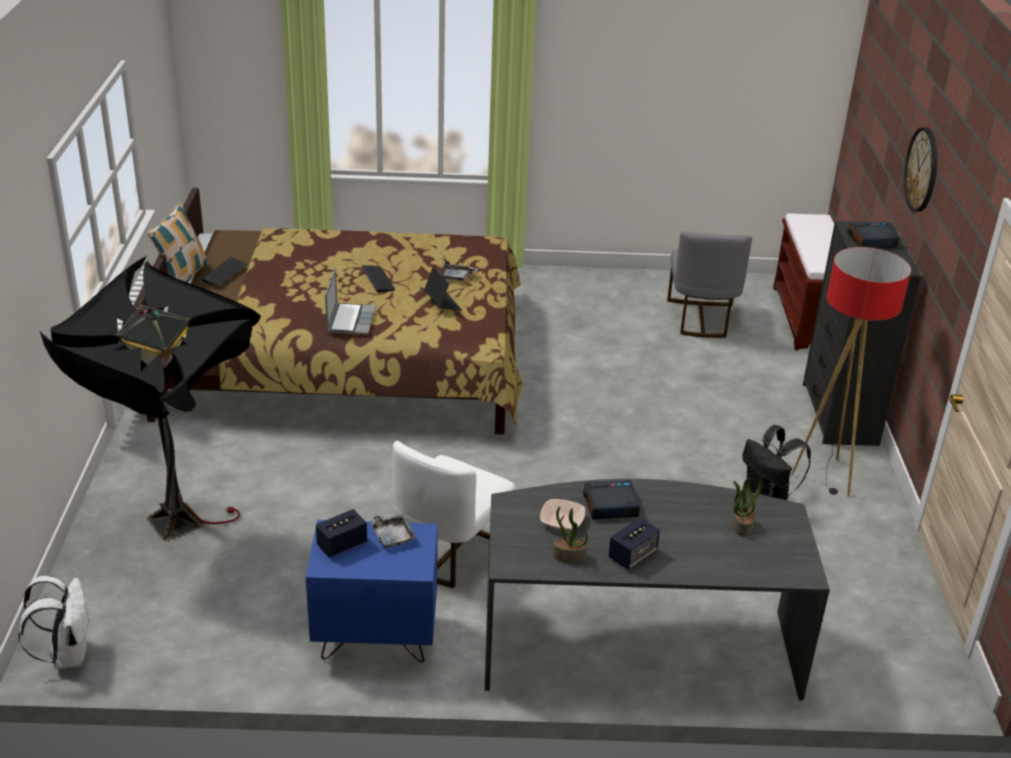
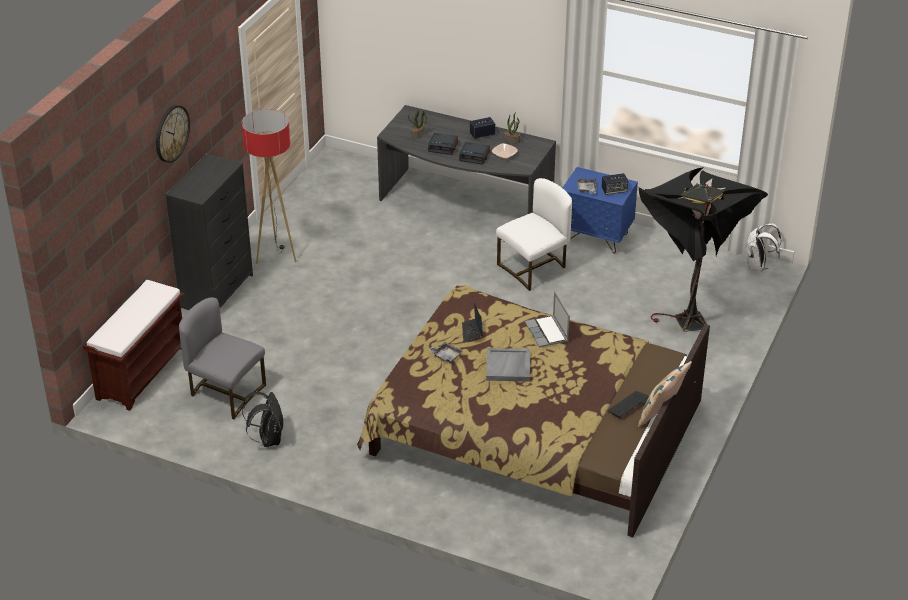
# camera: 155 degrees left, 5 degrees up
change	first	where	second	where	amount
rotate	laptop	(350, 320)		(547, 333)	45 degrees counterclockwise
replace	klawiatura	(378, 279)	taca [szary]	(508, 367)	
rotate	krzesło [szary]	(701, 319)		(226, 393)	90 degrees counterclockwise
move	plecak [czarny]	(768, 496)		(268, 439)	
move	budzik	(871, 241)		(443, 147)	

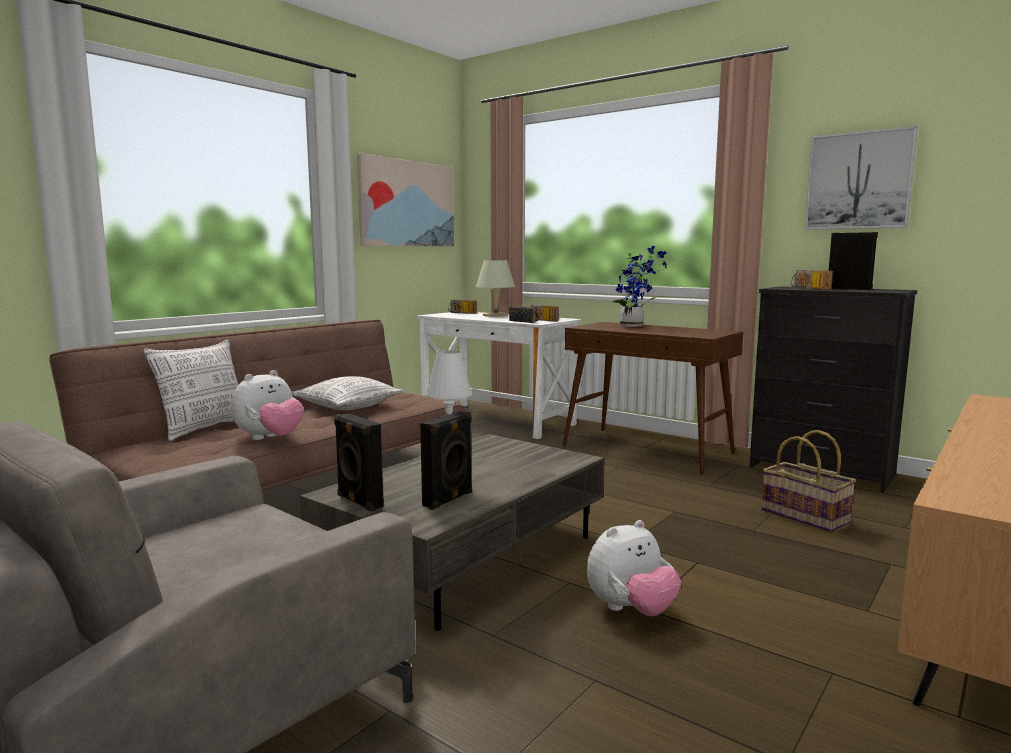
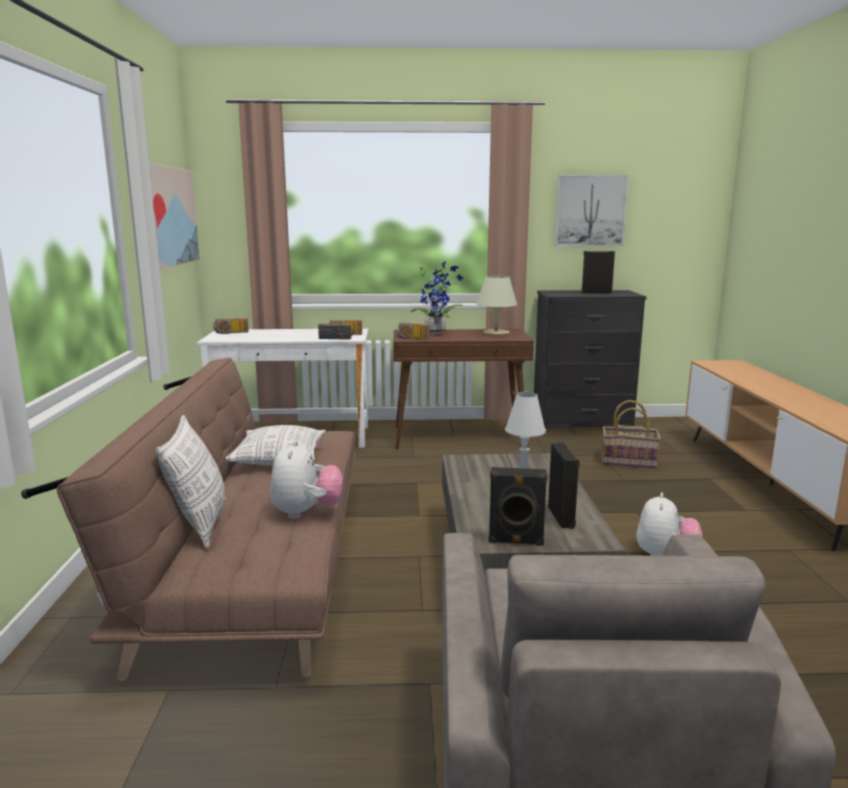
# camera: 40 degrees left, 5 degrees up
change	first	where	second	where	amount
move	lampa stołowa [beżowy]	(495, 315)		(495, 333)	
move	radio	(808, 288)		(411, 338)	

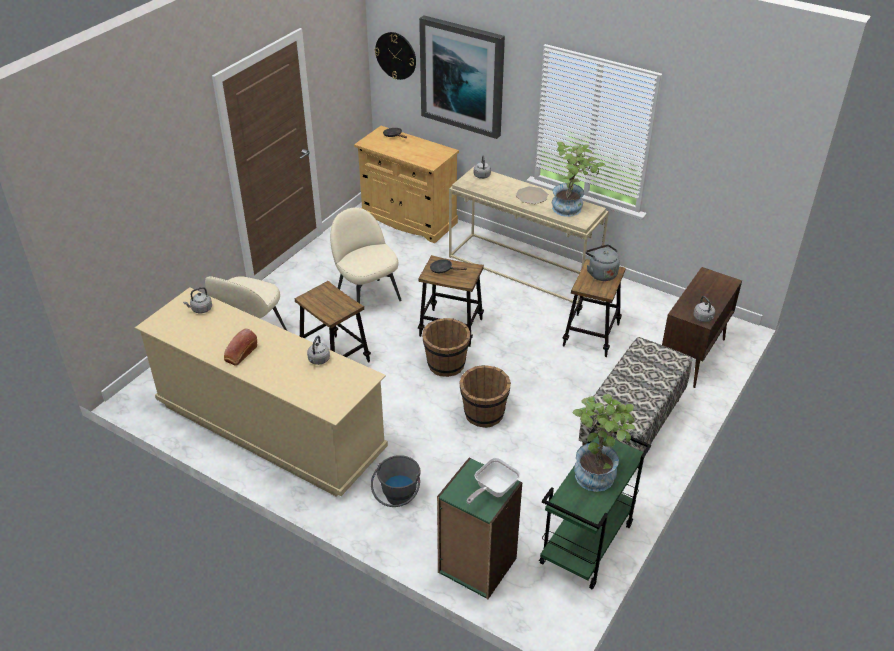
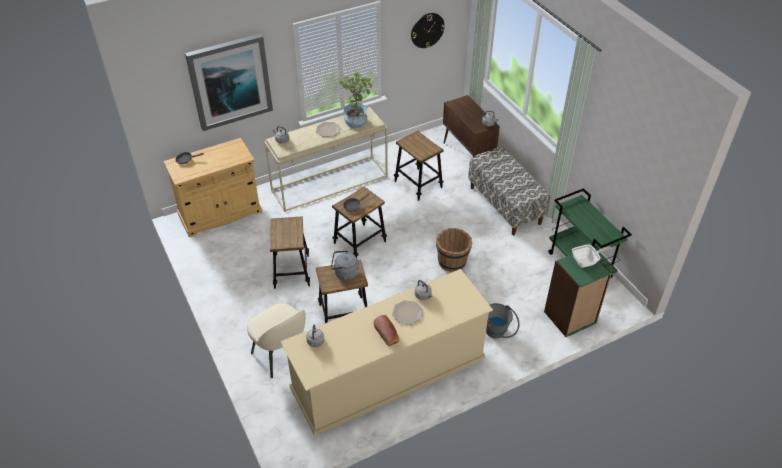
# camera: 60 degrees left, 5 degrees up
change	first	where	second	where	amount
replace	krzesło [beżowy]	(367, 298)	stołek	(291, 272)	
move	zegar ścienny	(396, 55)		(427, 30)	
delete	wiadro [brązowy]	(446, 365)			
rotate	patelnia	(493, 490)		(587, 261)	90 degrees counterclockwise
delete	roślina doniczkowa	(597, 472)			
move	czajnik [szary]	(601, 273)		(344, 273)	
insert			talerz	(408, 313)	

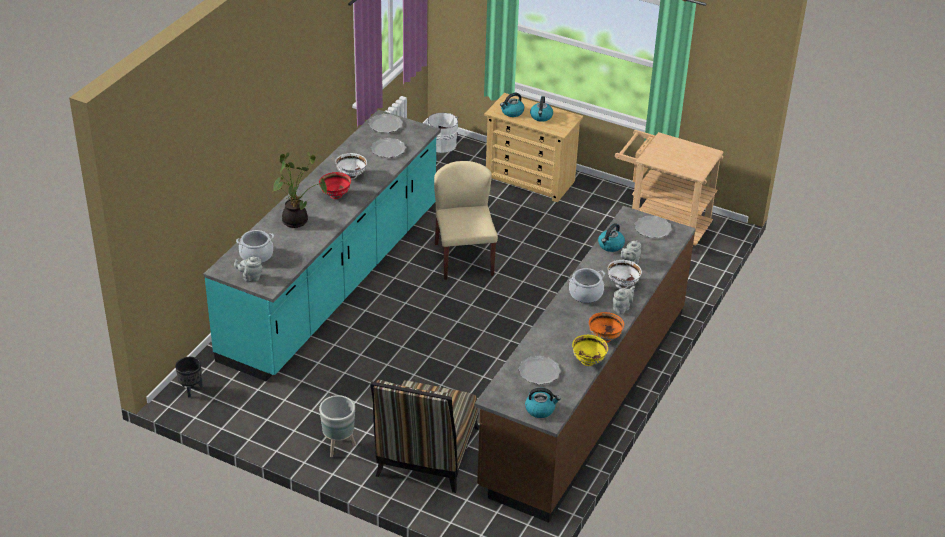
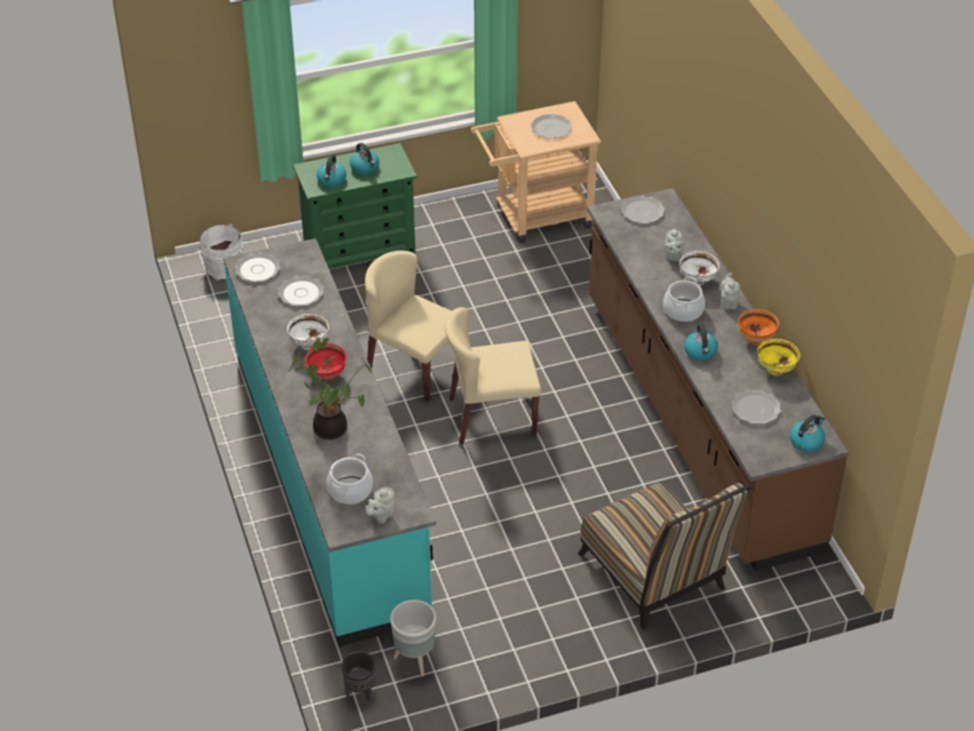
# camera: 45 degrees left, 5 degrees up
change	first	where	second	where	amount
move	donica [szary]	(338, 446)		(414, 660)	
recolor	komoda [beżowy]	(530, 180)	komoda [zielony]	(360, 248)	
move	czajnik	(610, 246)		(700, 352)	
insert			krzesło [beżowy]	(491, 416)	
insert			talerz	(551, 128)	

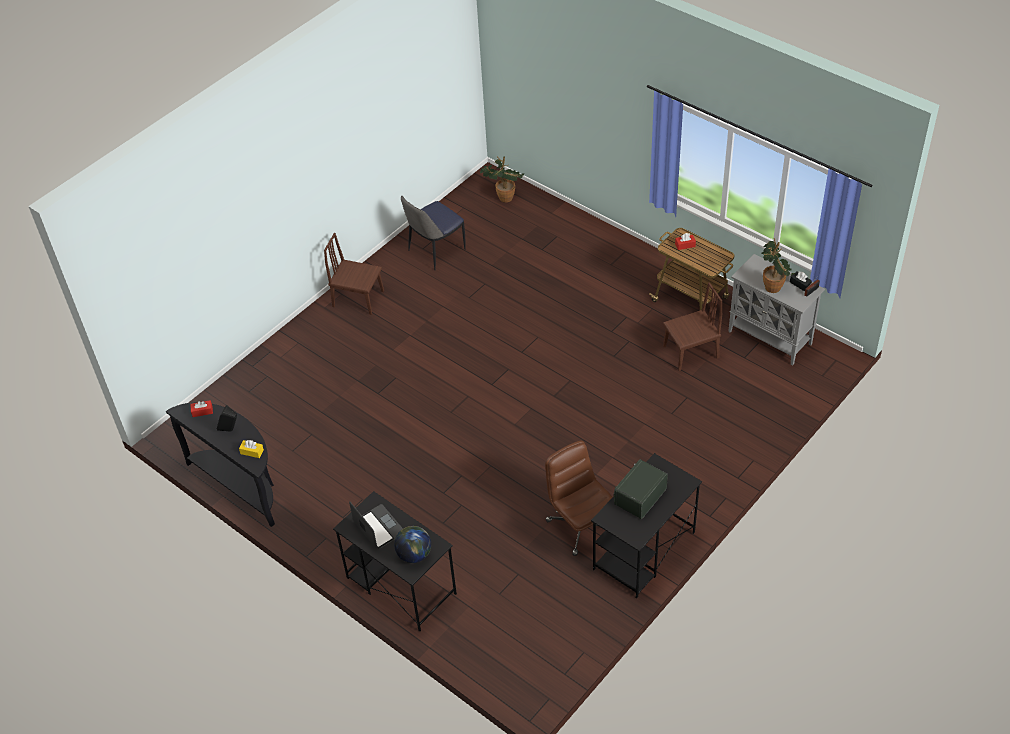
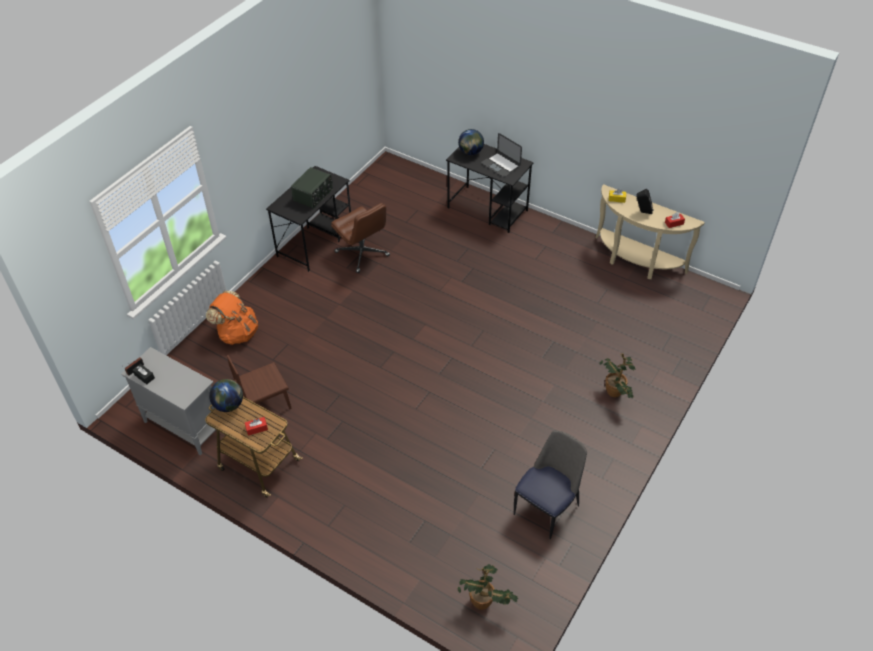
# camera: 170 degrees right, 0 degrees up
change	first	where	second	where	amount
recolor	stolik konsolowy [czarny]	(241, 484)	stolik konsolowy [beżowy]	(636, 261)	
delete	krzesło [brązowy]	(358, 299)			
move	roślina doniczkowa	(772, 284)		(614, 395)	
insert			plecak [pomarańczowy]	(237, 333)	
insert			globus	(229, 405)	

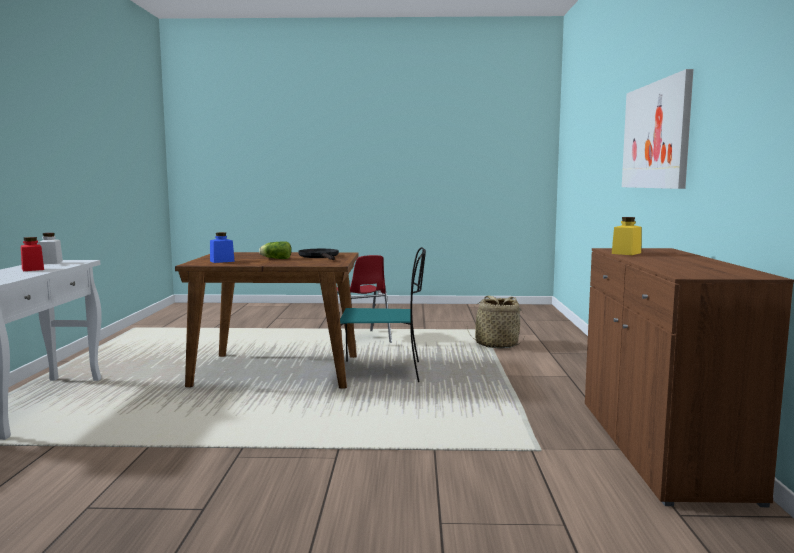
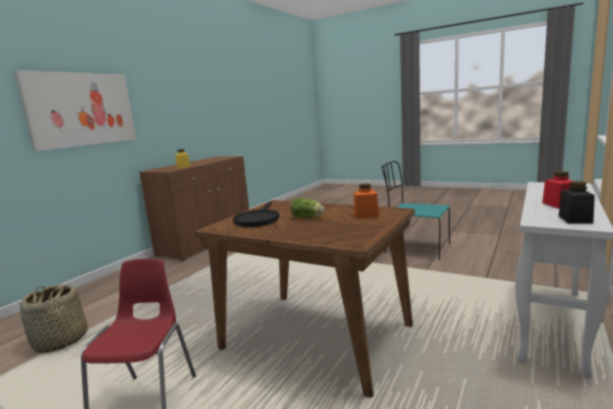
# camera: 150 degrees left, 5 degrees up
change	first	where	second	where	amount
recolor	słoik [biały]	(51, 262)	słoik [czarny]	(575, 219)	
recolor	słoik [niebieski]	(222, 261)	słoik [pomarańczowy]	(366, 215)	
move	krzesło [turkusowy]	(383, 372)		(415, 248)	

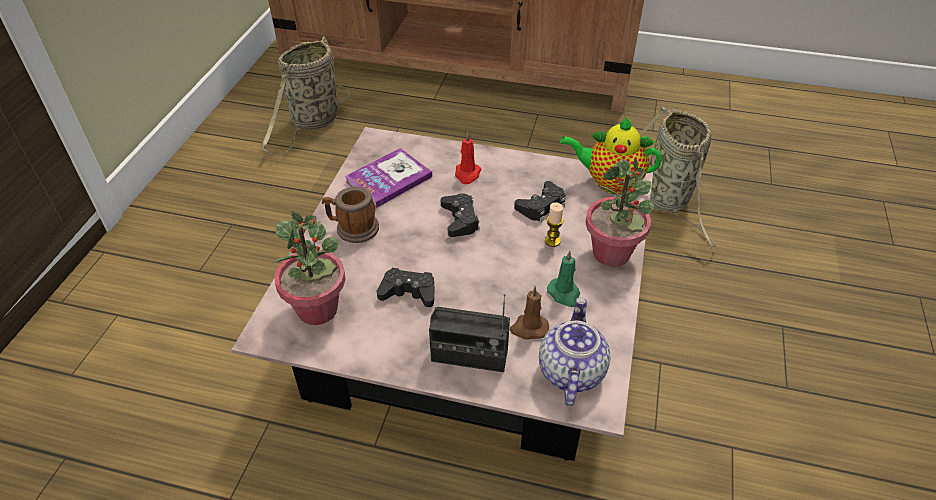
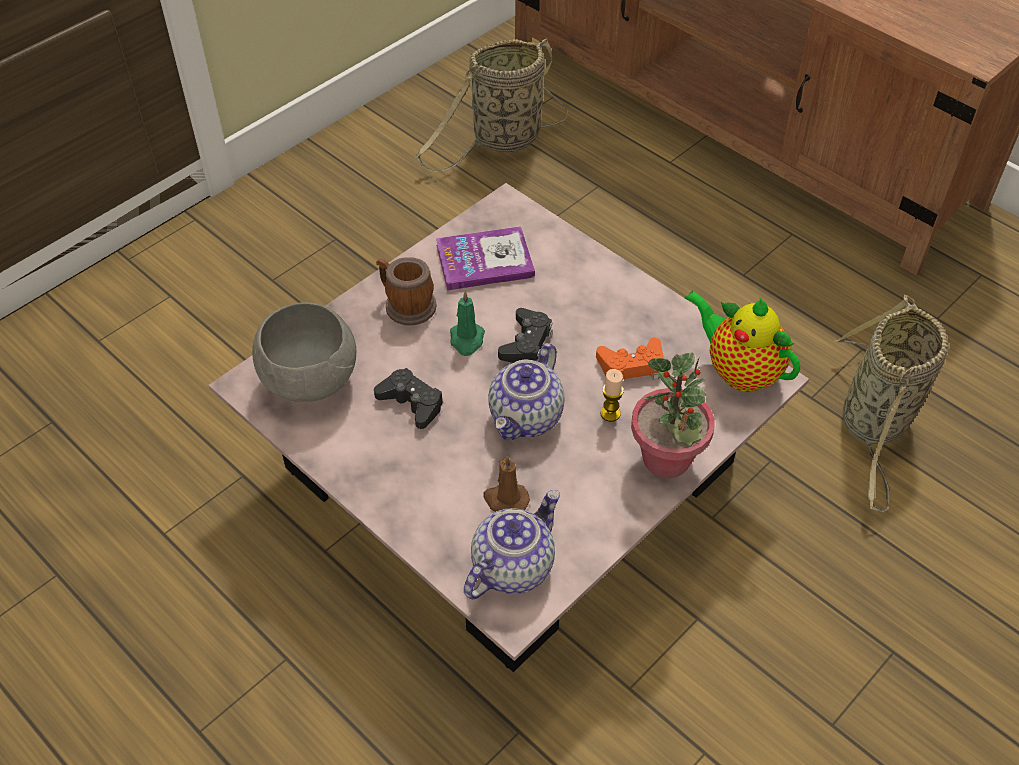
# camera: 30 degrees right, 5 degrees up
change	first	where	second	where	amount
replace	roślina doniczkowa	(318, 309)	miska [szary]	(311, 380)	
delete	radio	(469, 356)			
delete	świeca [czerwony]	(467, 174)			
recolor	pad do gier [czarny]	(541, 206)	pad do gier [pomarańczowy]	(631, 366)	
move	świeca [zielony]	(564, 294)		(467, 340)	
insert			imbryk	(526, 417)	

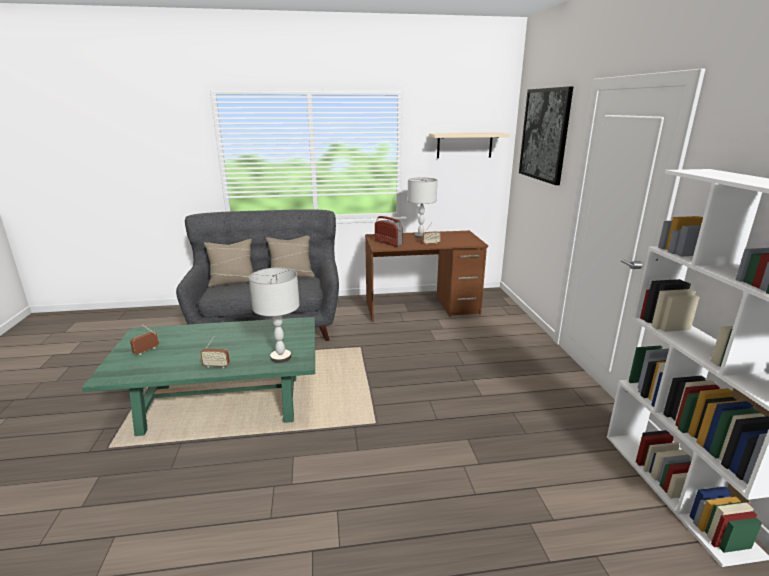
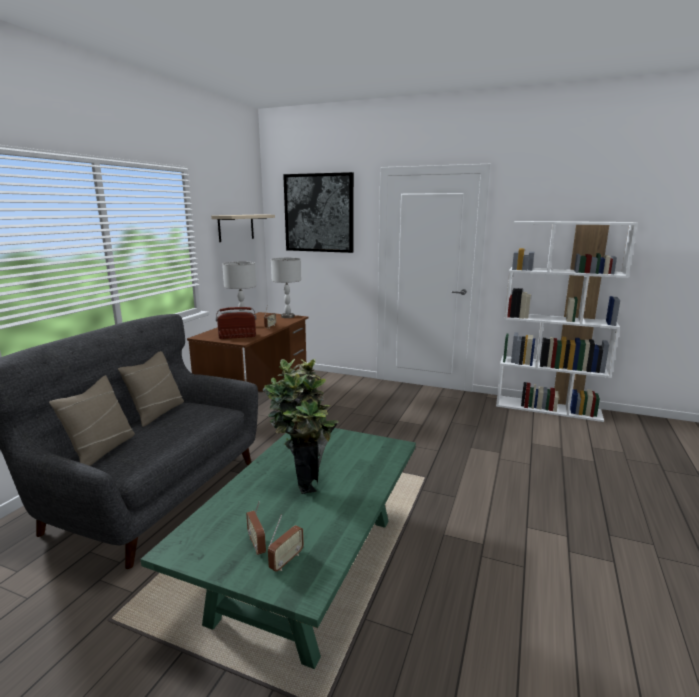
# camera: 60 degrees left, 5 degrees down
change	first	where	second	where	amount
move	radio	(216, 366)		(286, 561)	
move	lampa stołowa [szary]	(281, 357)		(288, 316)	
insert			roślina doniczkowa	(304, 478)	

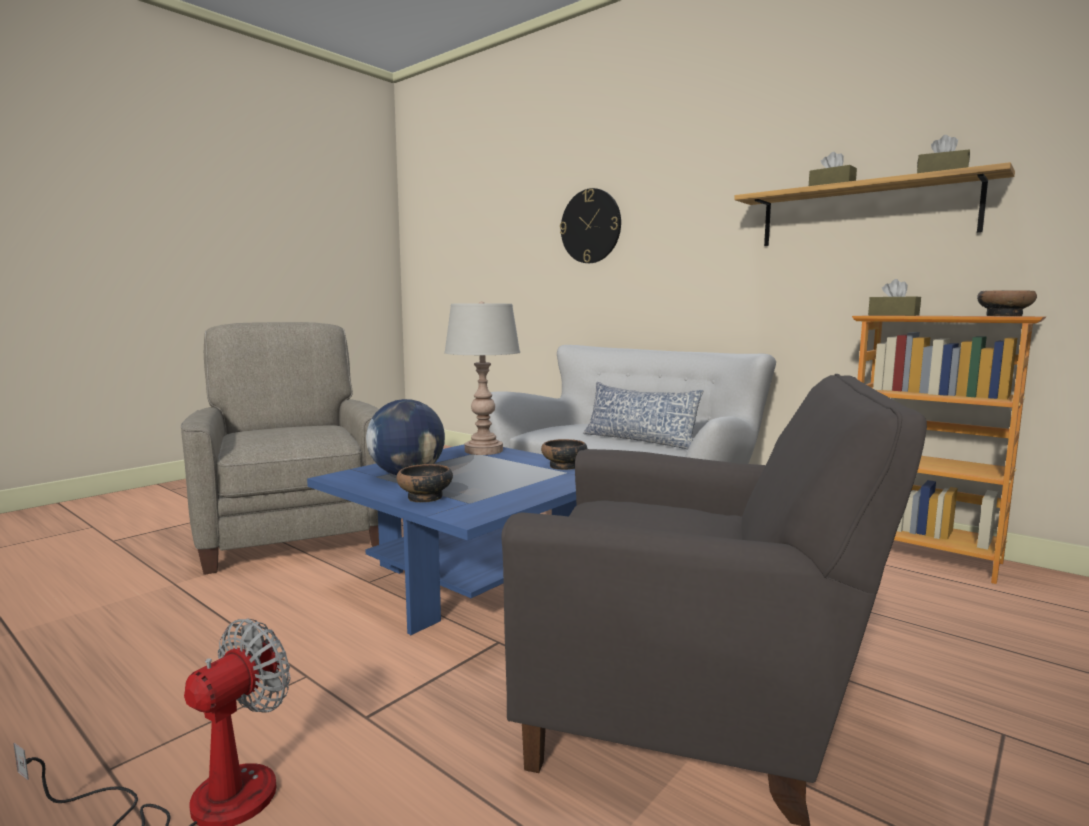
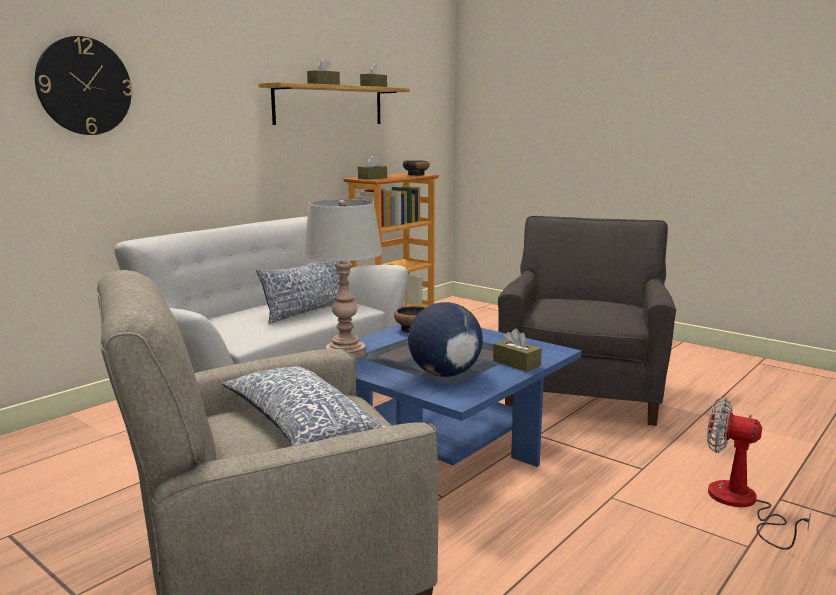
# camera: 90 degrees left, 5 degrees up
change	first	where	second	where	amount
replace	miska	(425, 497)	pudełko chusteczek [brązowy]	(516, 363)	
insert			poduszka	(299, 425)	

